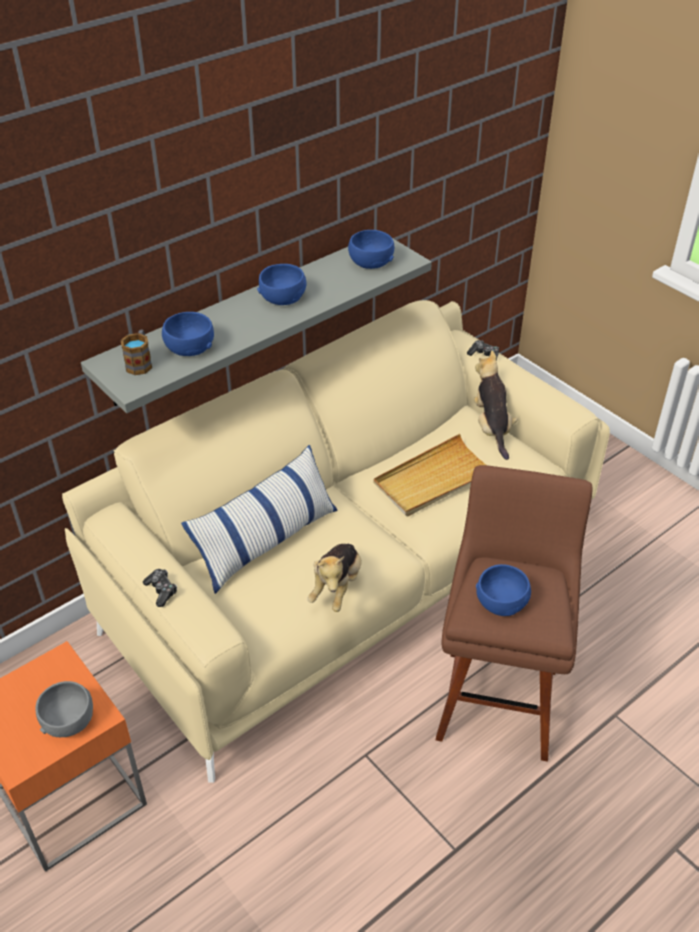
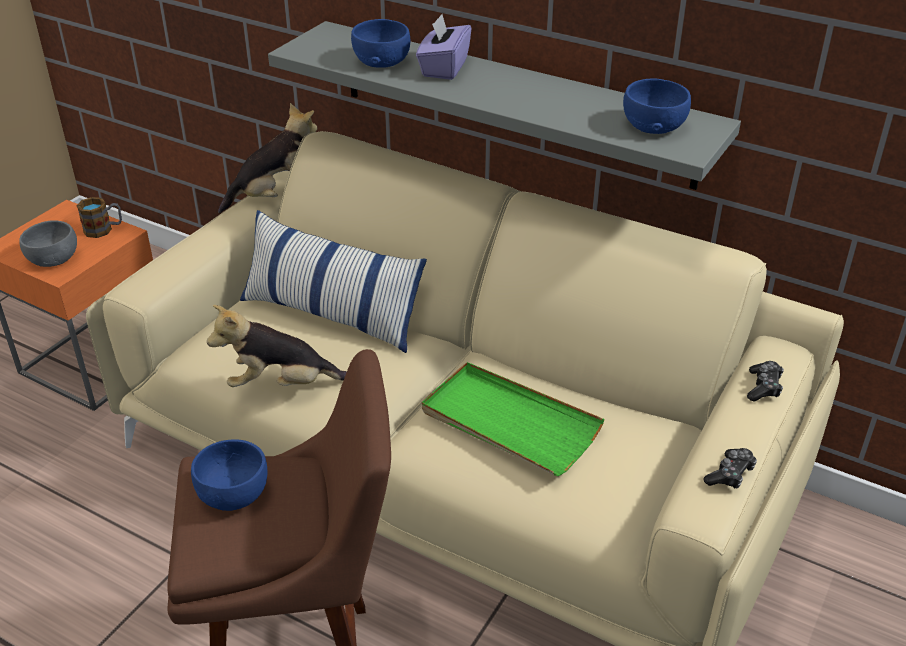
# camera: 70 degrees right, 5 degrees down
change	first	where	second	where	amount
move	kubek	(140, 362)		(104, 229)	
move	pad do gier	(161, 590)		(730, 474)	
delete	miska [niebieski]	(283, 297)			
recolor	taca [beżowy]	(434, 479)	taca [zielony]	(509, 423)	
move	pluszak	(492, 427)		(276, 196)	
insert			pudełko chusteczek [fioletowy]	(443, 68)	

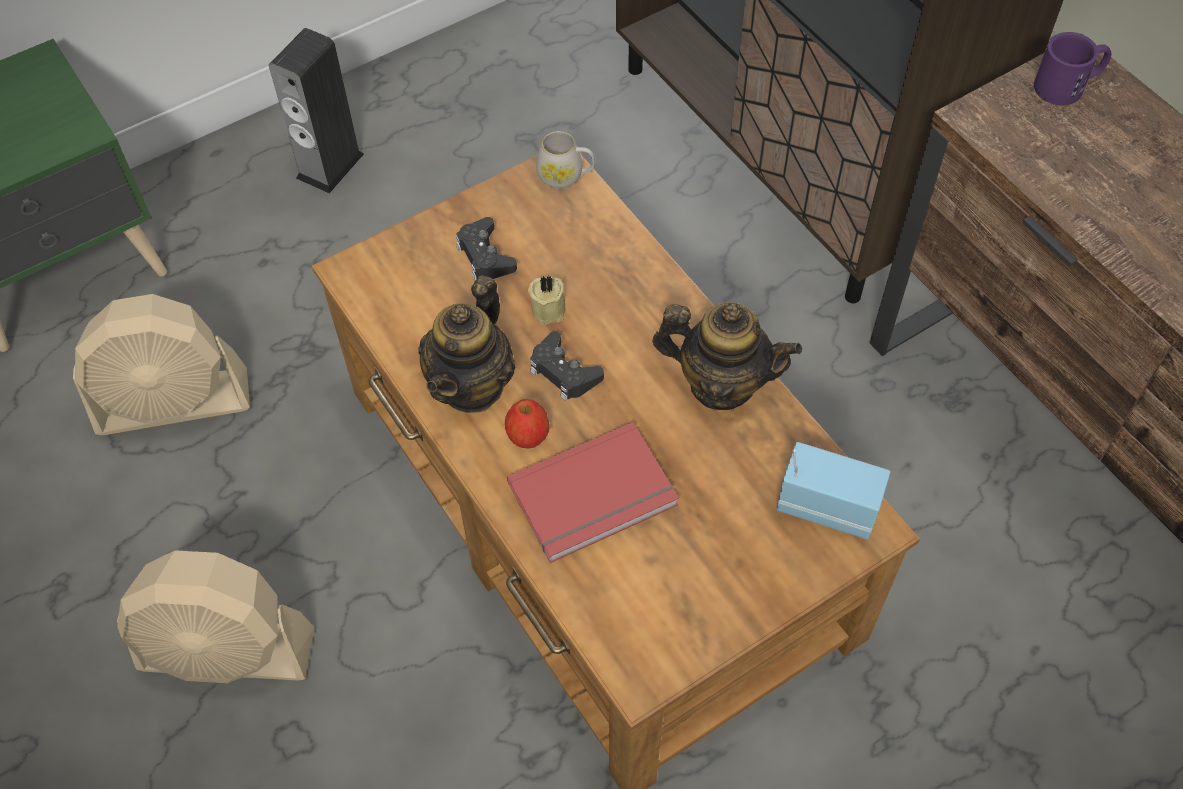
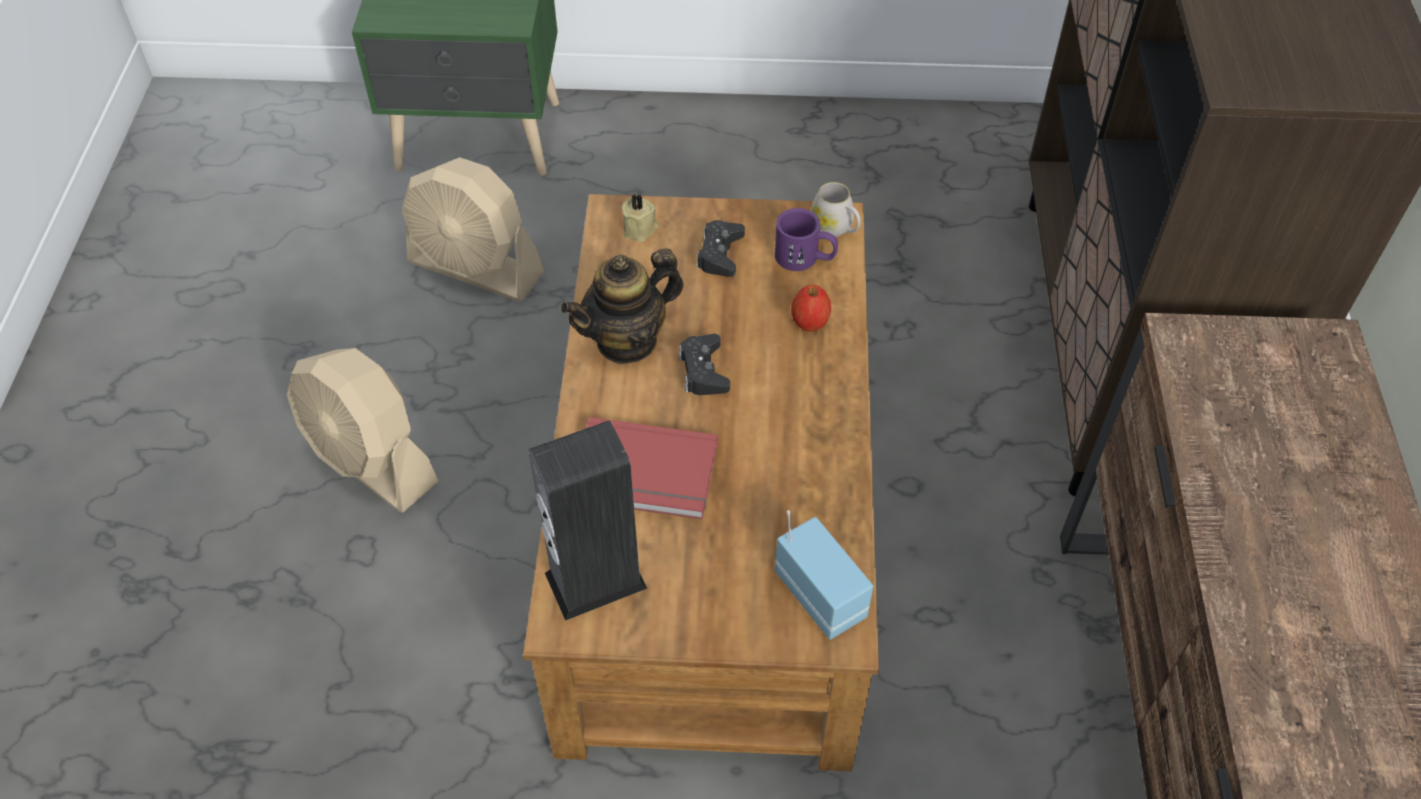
# camera: 35 degrees right, 5 degrees down
change	first	where	second	where	amount
move	głośnik	(330, 166)		(595, 580)	
move	jabłko	(528, 436)		(810, 323)	
move	świeca [beżowy]	(550, 308)		(640, 229)	
delete	imbryk	(721, 383)			
move	kubek [fioletowy]	(1068, 85)		(805, 258)	

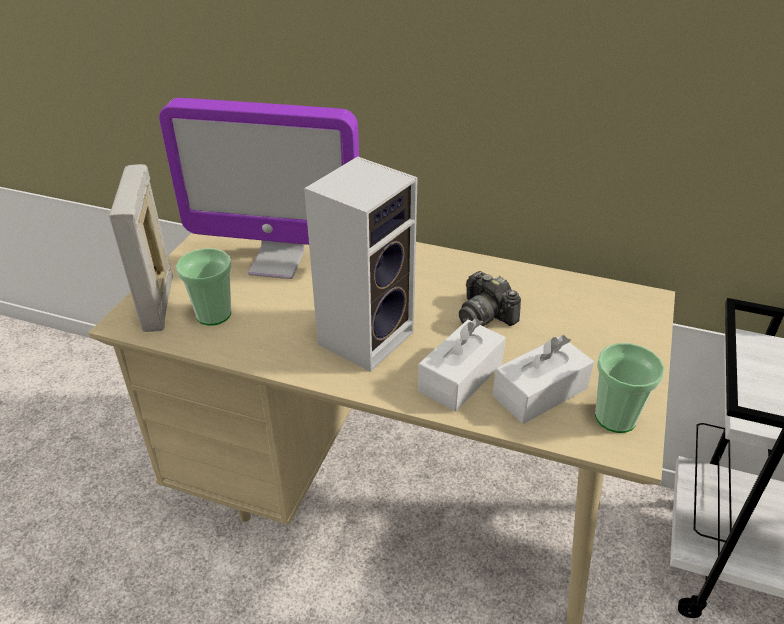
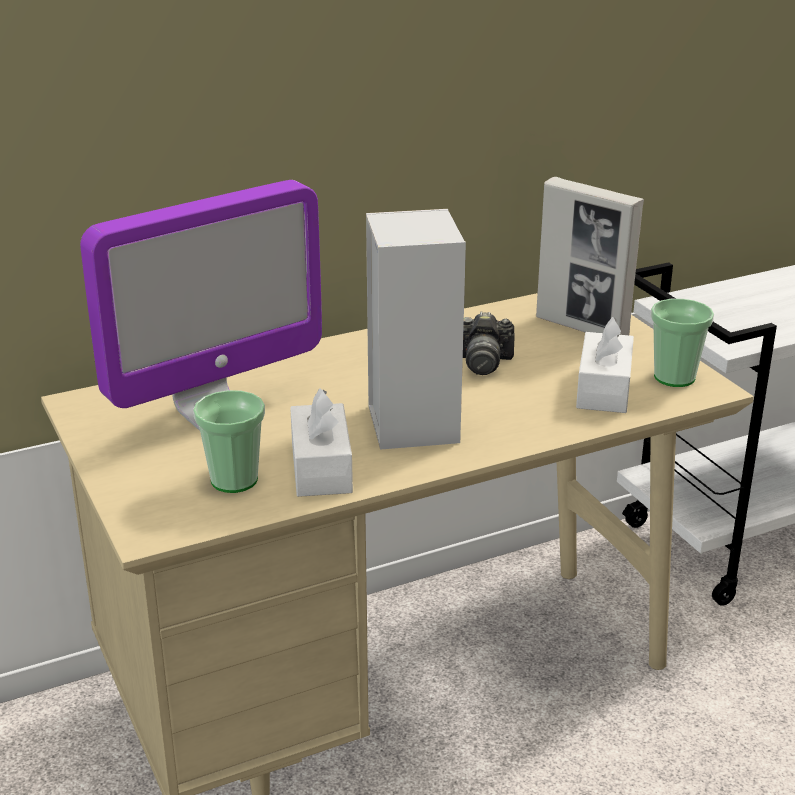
# camera: 45 degrees left, 10 degrees down
change	first	where	second	where	amount
move	ramka na zdjęcie	(158, 304)		(582, 327)	
move	pudełko chusteczek [biały]	(460, 377)		(321, 467)	

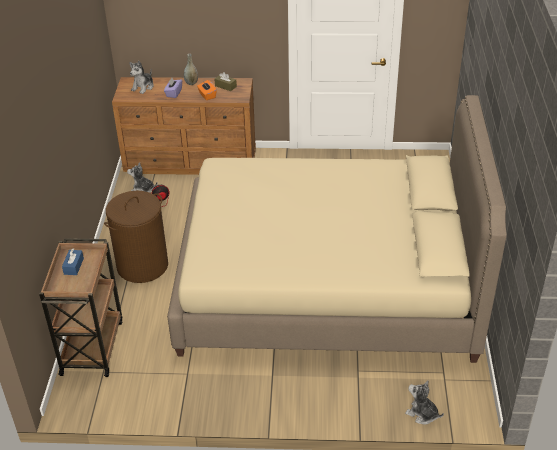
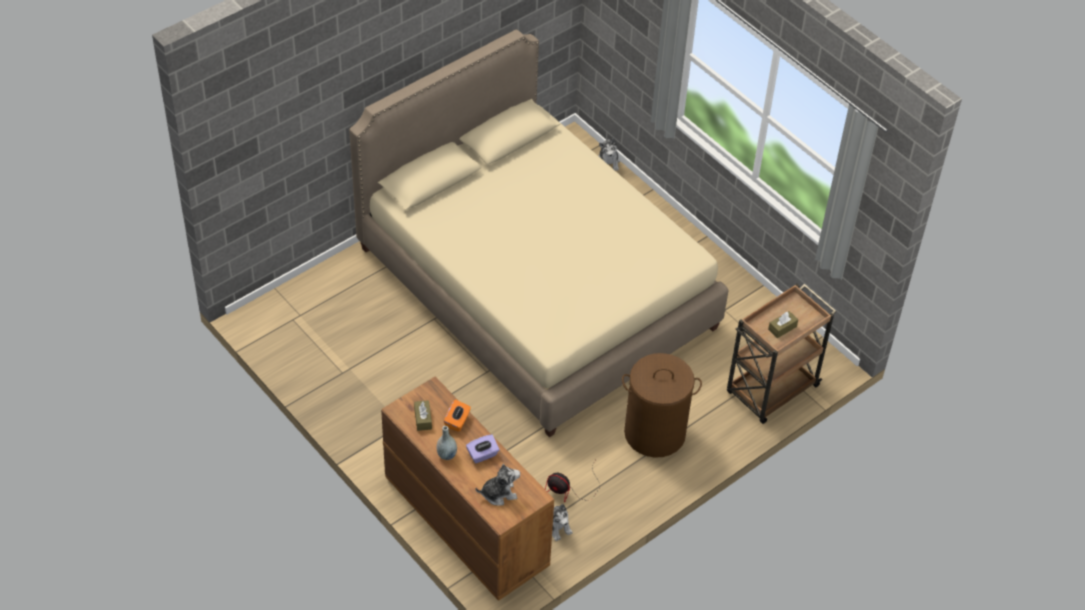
# camera: 135 degrees left, 10 degrees up
change	first	where	second	where	amount
recolor	pudełko chusteczek [niebieski]	(73, 266)	pudełko chusteczek [brązowy]	(782, 328)	

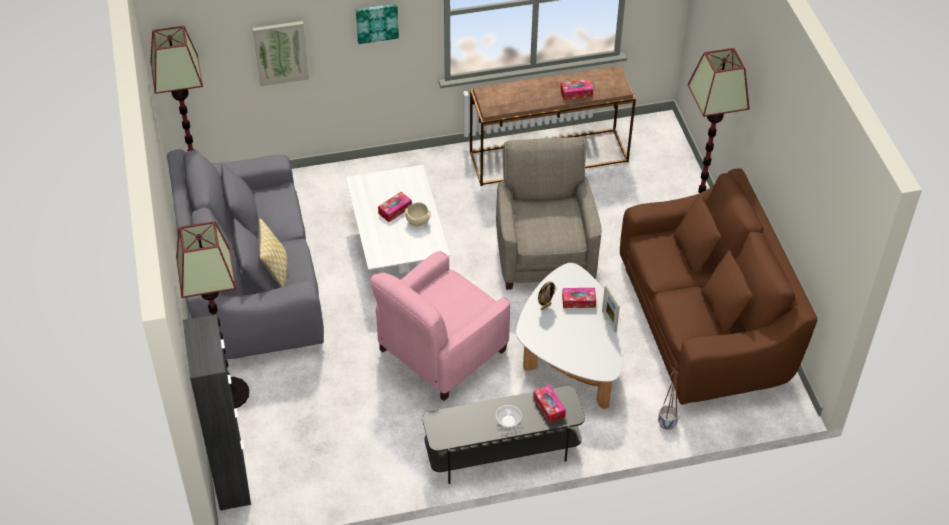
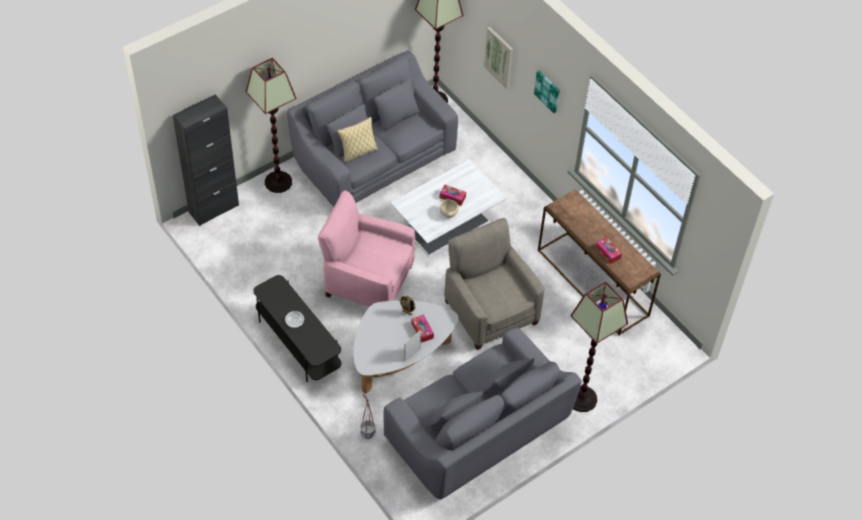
# camera: 65 degrees right, 5 degrees up
change	first	where	second	where	amount
rotate	fotel [beżowy]	(544, 254)		(490, 311)	90 degrees counterclockwise
delete	pudełko chusteczek	(549, 407)			
recolor	kanapa [brązowy]	(704, 321)	kanapa [szary]	(477, 431)	

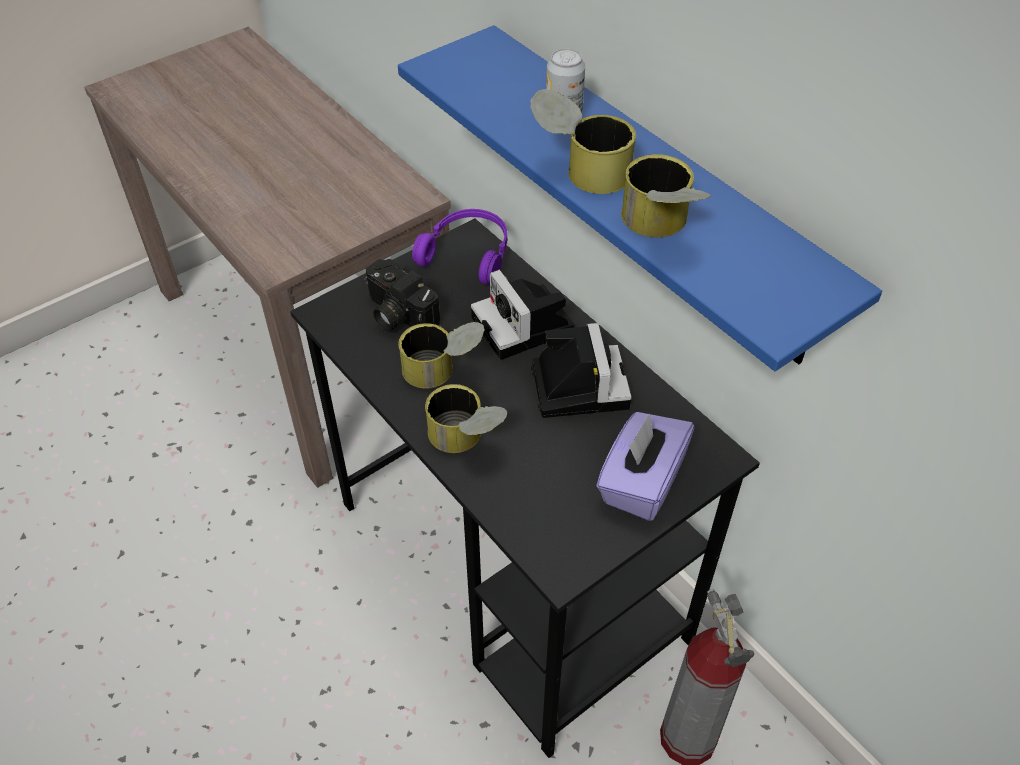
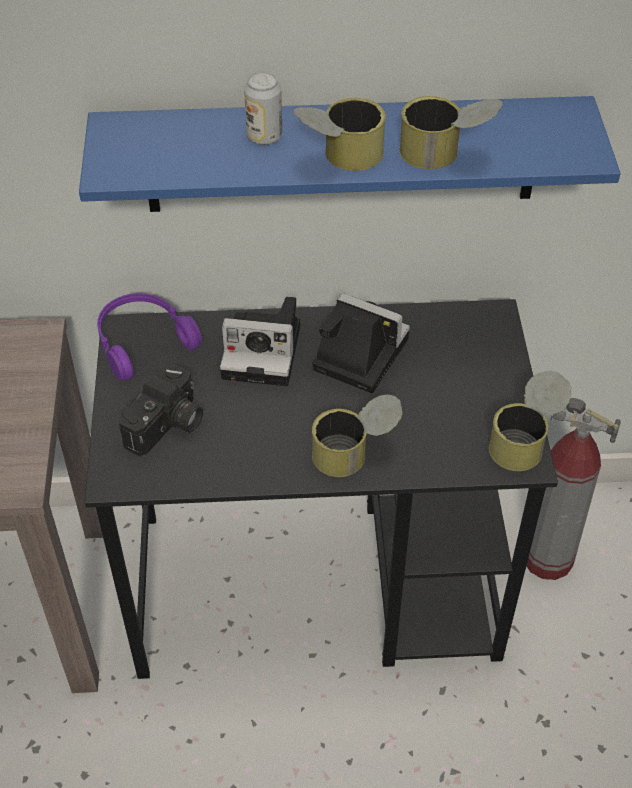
# camera: 55 degrees left, 0 degrees up
change	first	where	second	where	amount
rotate	aparat fotograficzny	(396, 314)		(167, 427)	45 degrees counterclockwise
move	puszka	(443, 371)		(526, 440)	
delete	pudełko chusteczek [fioletowy]	(641, 482)			

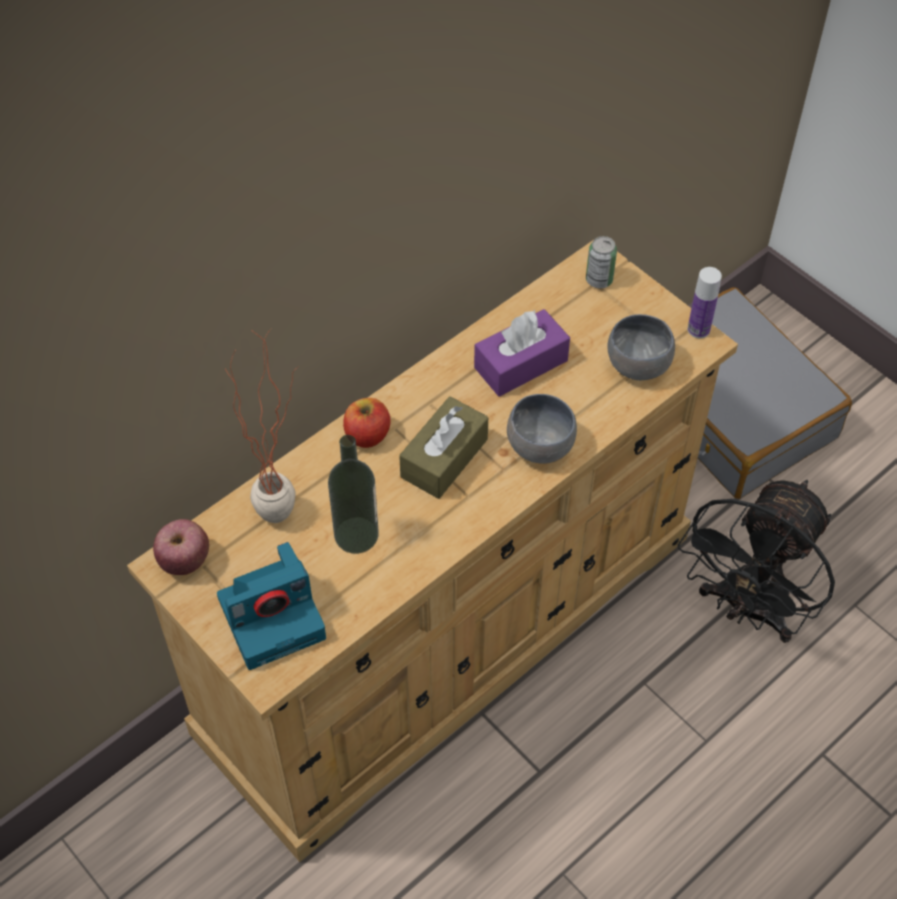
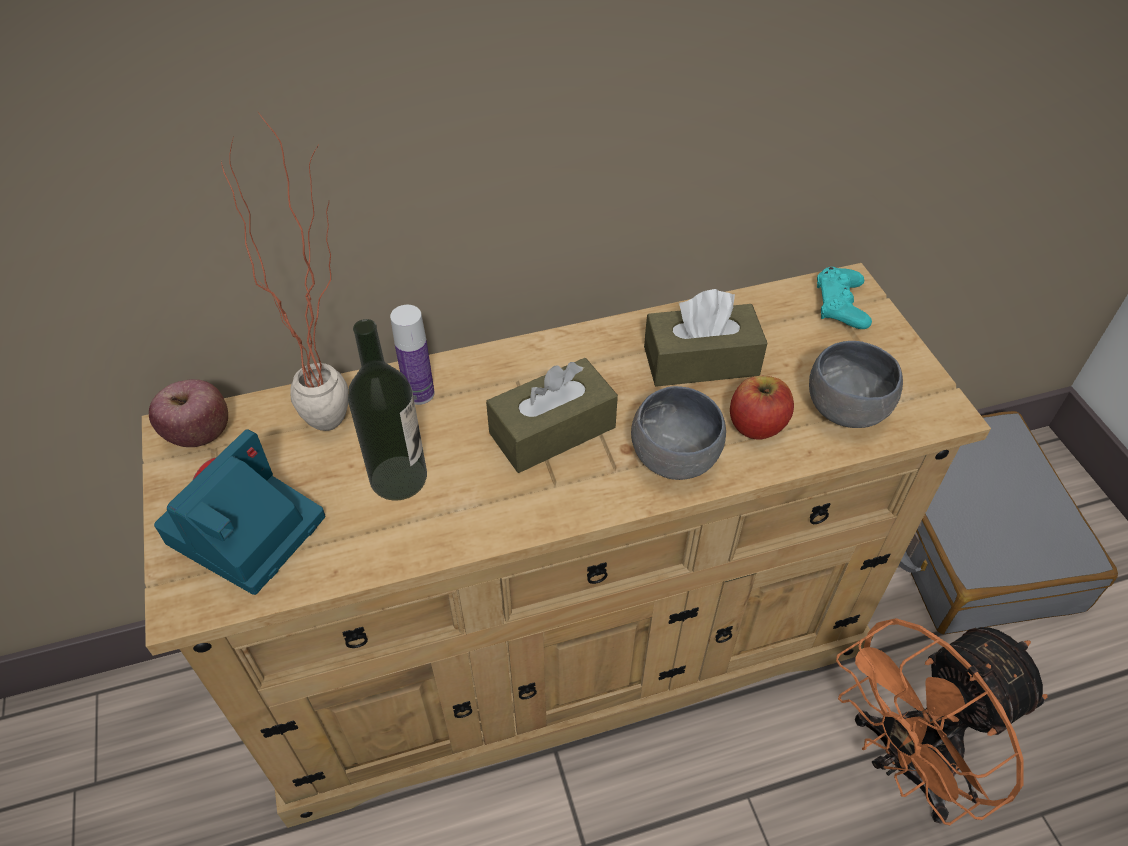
# camera: 25 degrees right, 5 degrees down
change	first	where	second	where	amount
rotate	aparat fotograficzny	(273, 616)		(245, 532)	120 degrees clockwise
move	jabłko	(367, 435)		(756, 425)	
recolor	pudełko chusteczek [fioletowy]	(521, 364)	pudełko chusteczek [brązowy]	(701, 361)	
replace	puszka	(599, 280)	pad do gier [turkusowy]	(841, 305)	
recolor	wentylator [czarny]	(747, 609)	wentylator [pomarańczowy]	(904, 763)	
move	butelka	(698, 329)		(419, 393)	

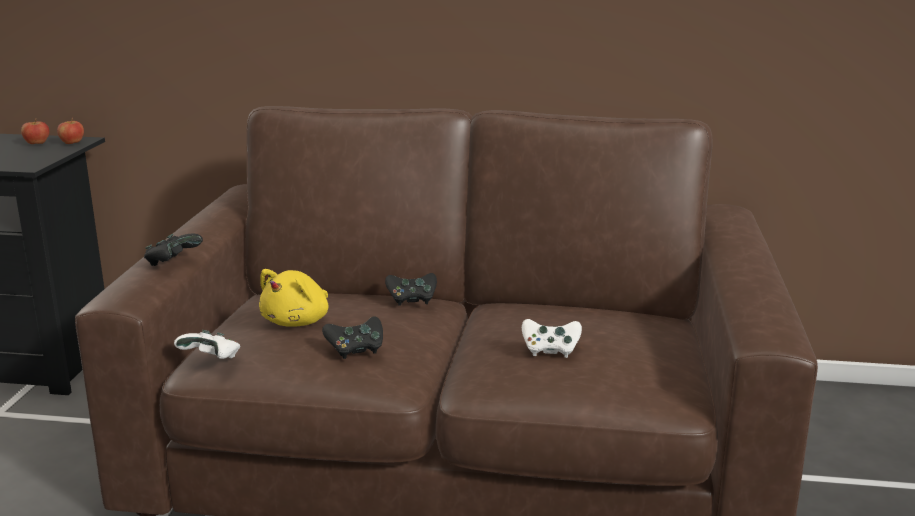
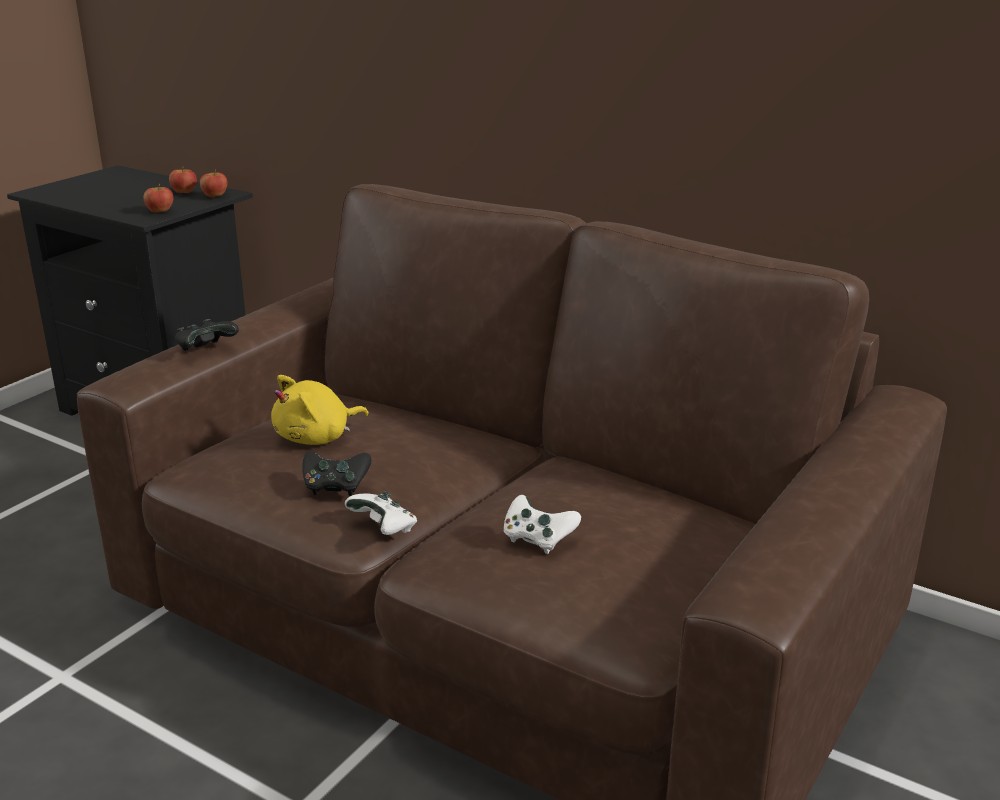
# camera: 25 degrees right, 5 degrees up
change	first	where	second	where	amount
move	pad do gier [biały]	(212, 359)		(384, 529)	
delete	pad do gier [czarny]	(411, 300)			
insert			jabłko	(160, 211)	

